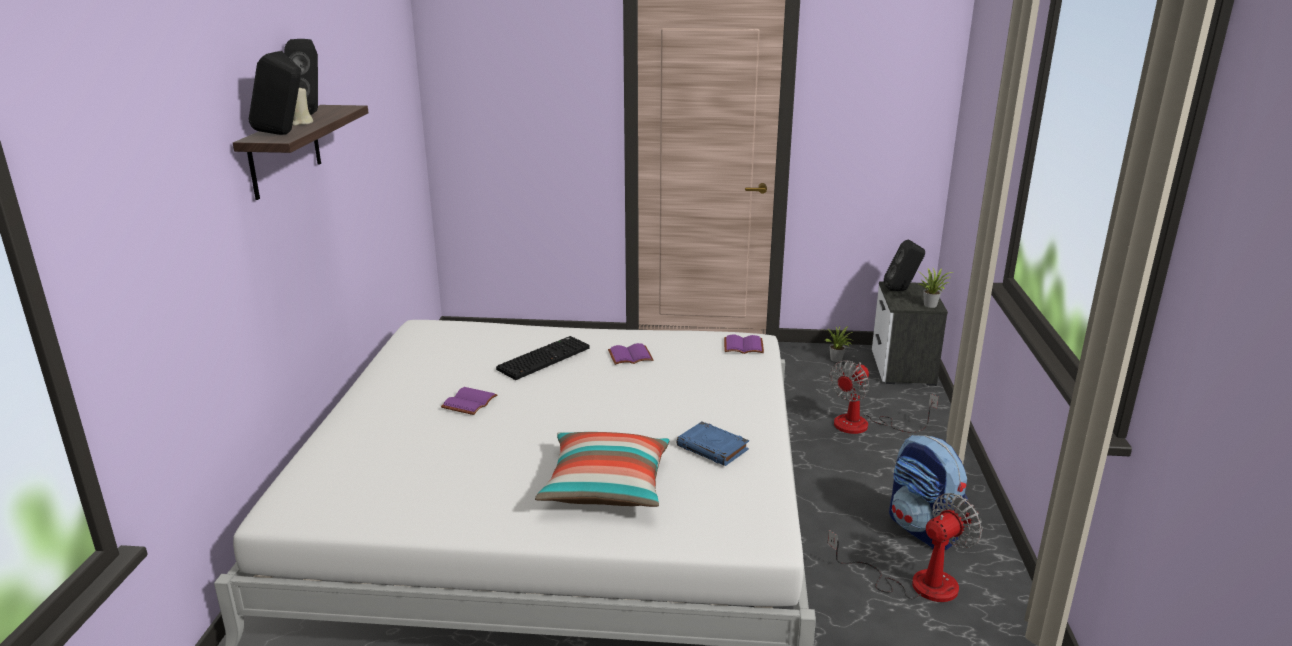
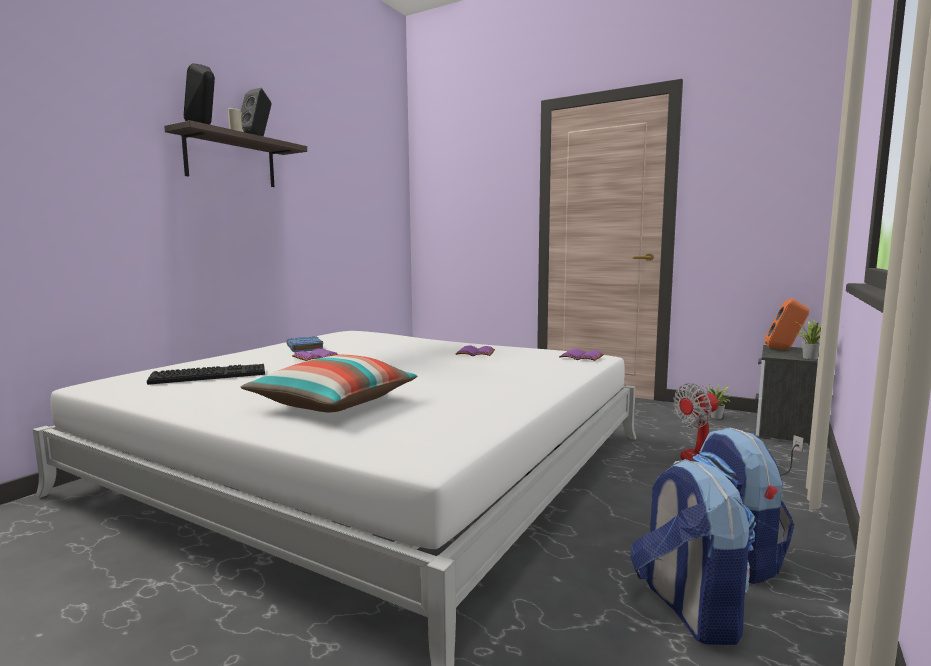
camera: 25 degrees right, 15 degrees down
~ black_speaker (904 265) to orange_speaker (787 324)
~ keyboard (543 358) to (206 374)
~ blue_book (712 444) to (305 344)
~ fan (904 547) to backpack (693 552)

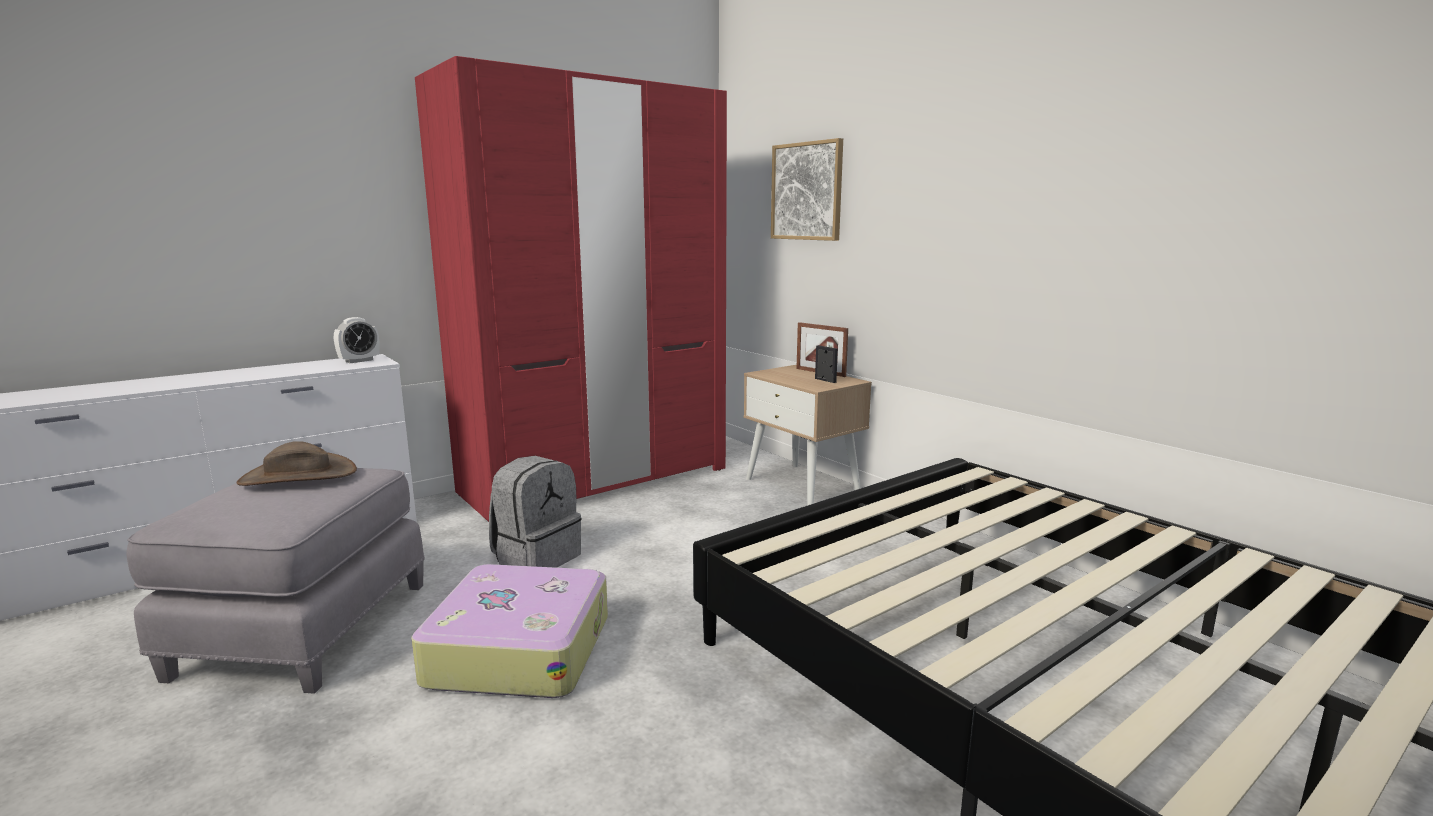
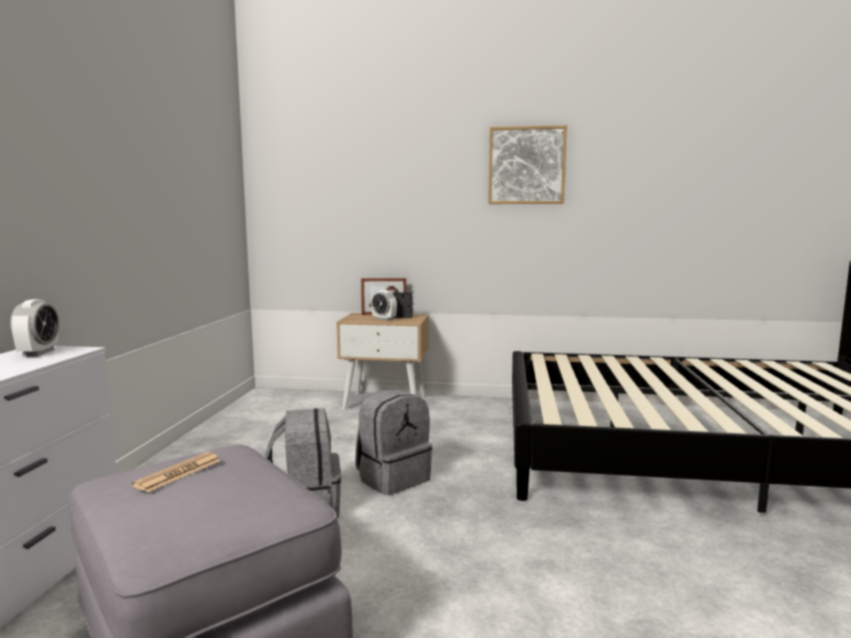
camera: 45 degrees left, 5 degrees down
- red_wardrobe (571 289)
~ picture (807 189) to (527 164)
~ brown_hat (296 463) to newspaper (176 472)
- suitcase (509 631)
+ alarm_clock (384 305)
+ grey_backpack (393 442)

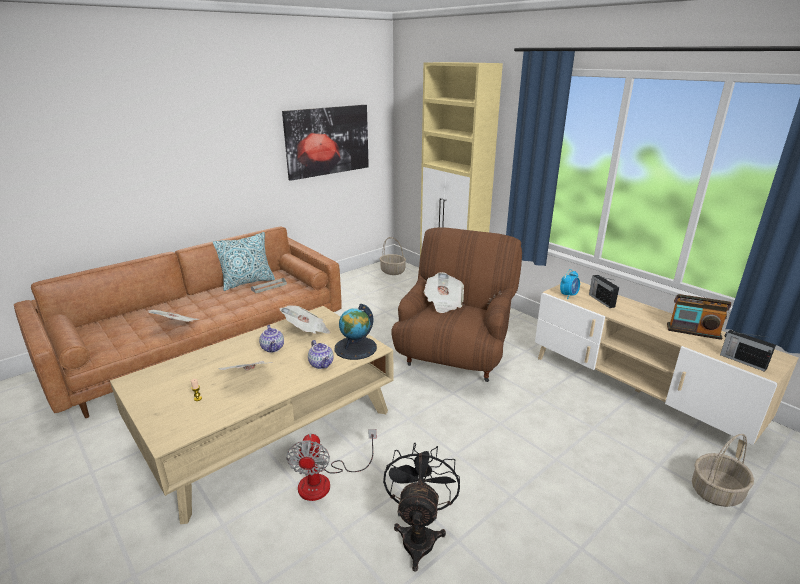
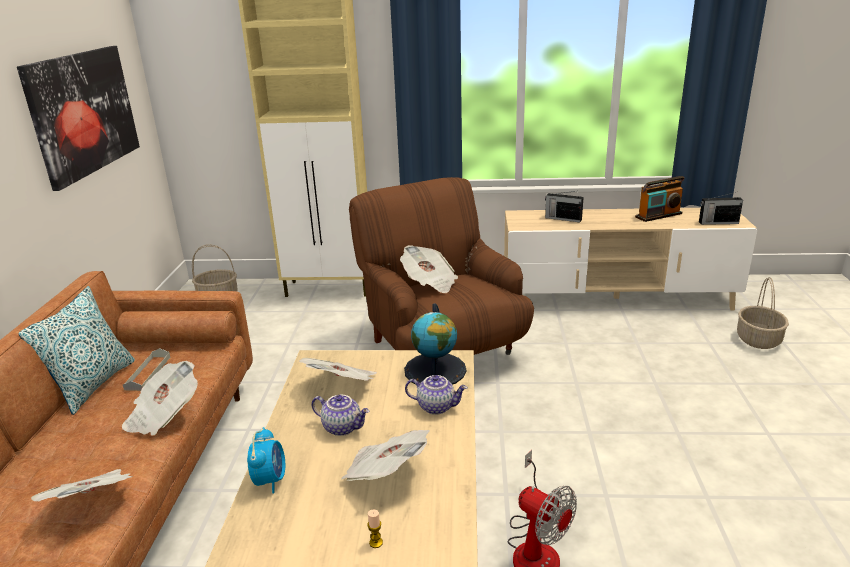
camera: 45 degrees left, 0 degrees up
~ alarm_clock (570 284) to (266 460)
- black_fan (421 507)
+ newspaper (160 398)

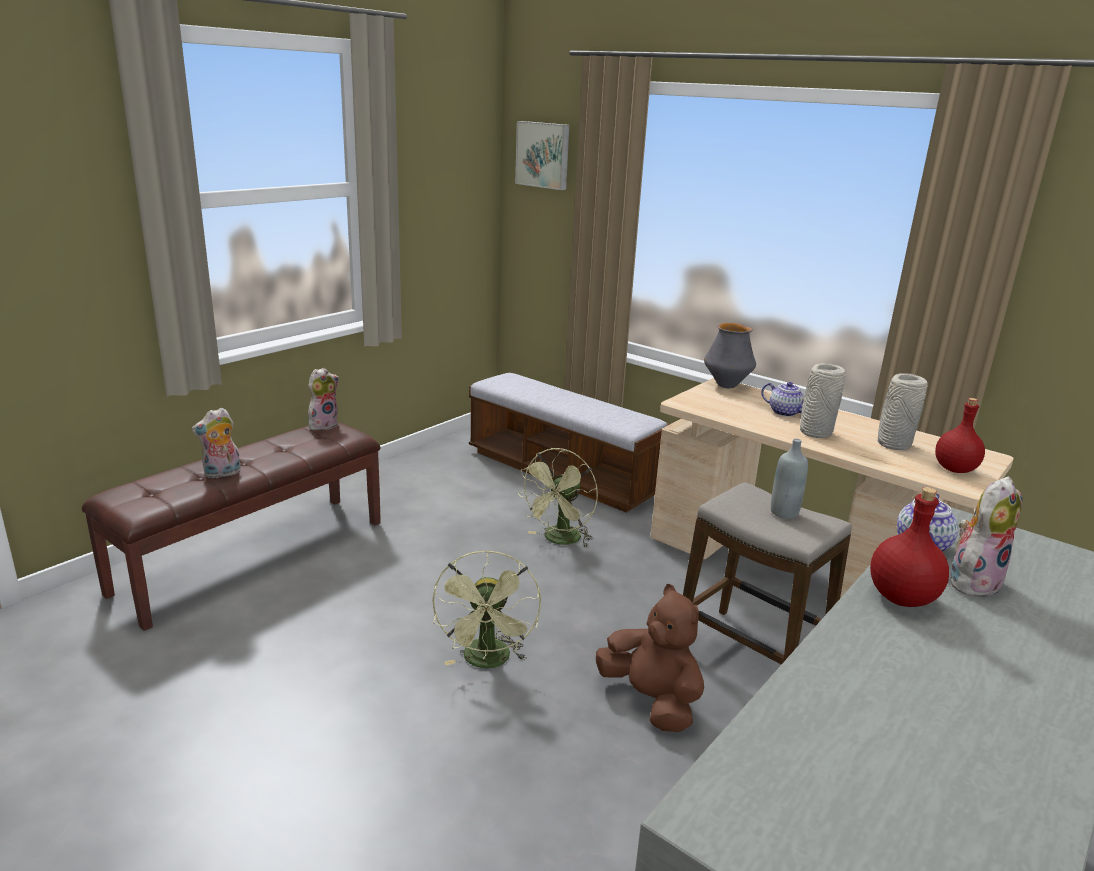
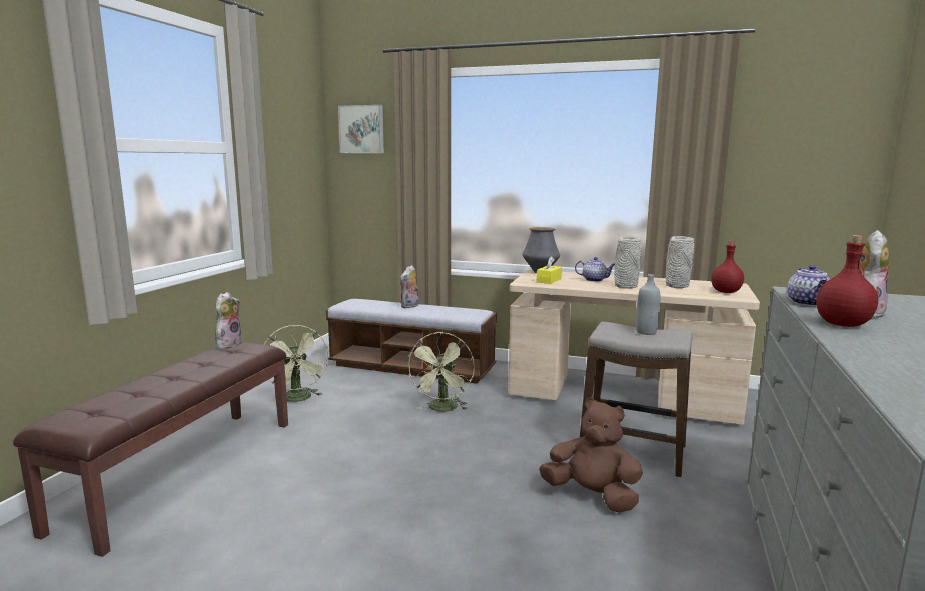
camera: 20 degrees left, 10 degrees down
~ plush_toy (216 443) to (409 286)
~ green_fan (486 609) to (296 364)
+ yellow_tissue_box (549 270)

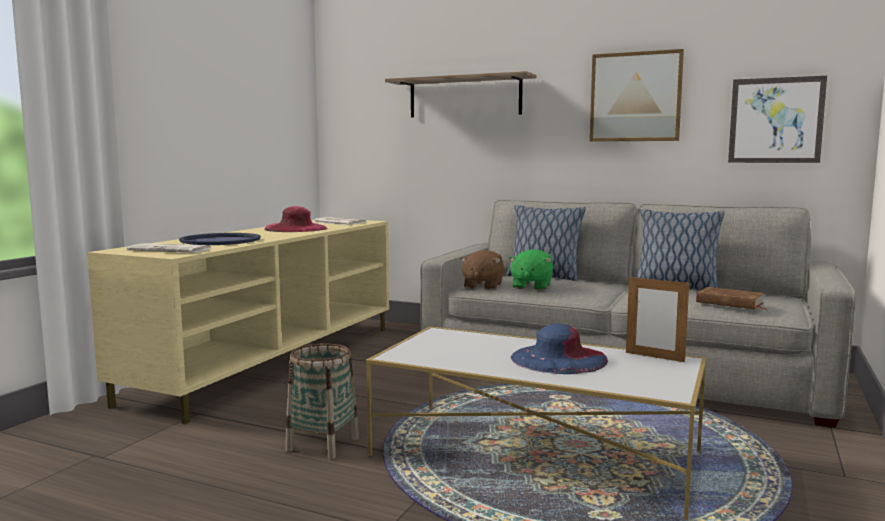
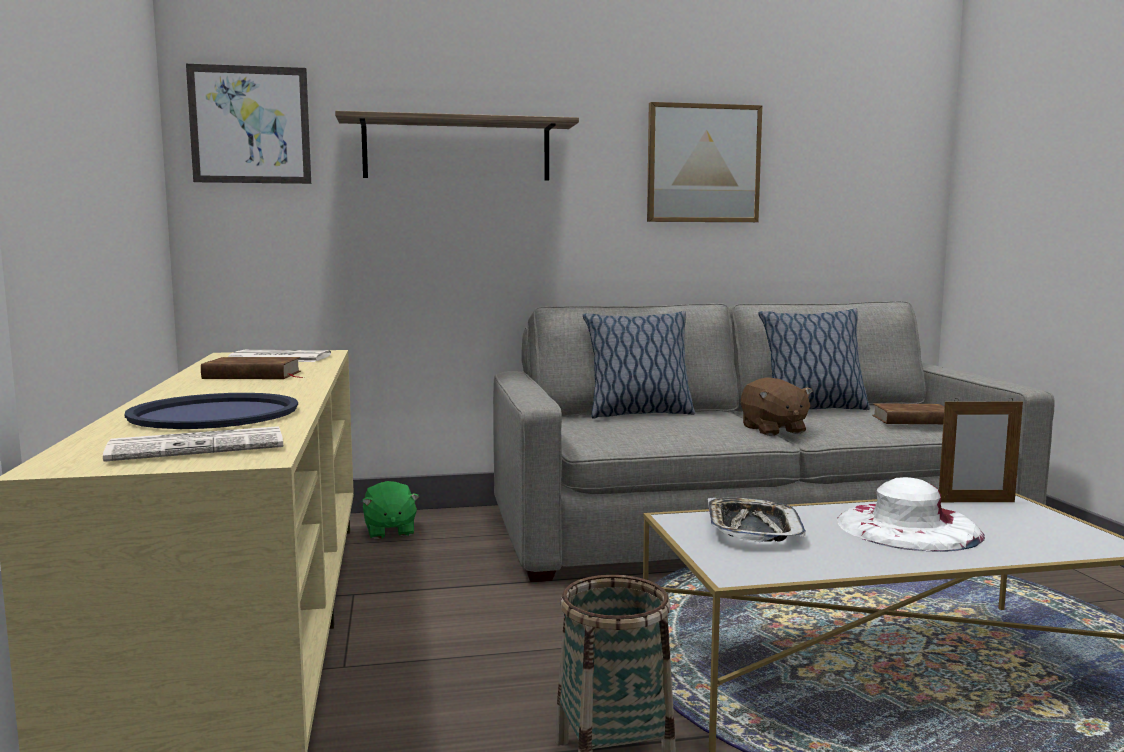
camera: 35 degrees left, 0 degrees up
~ picture (777 119) to (248 124)
~ pink_hat (295 219) to brown_book (252 368)
~ green_plush_toy (530 269) to (390 510)
~ brown_plush_toy (482 270) to (777 406)
~ blue_hat (559 349) to white_hat (911 514)
+ tray (757 519)

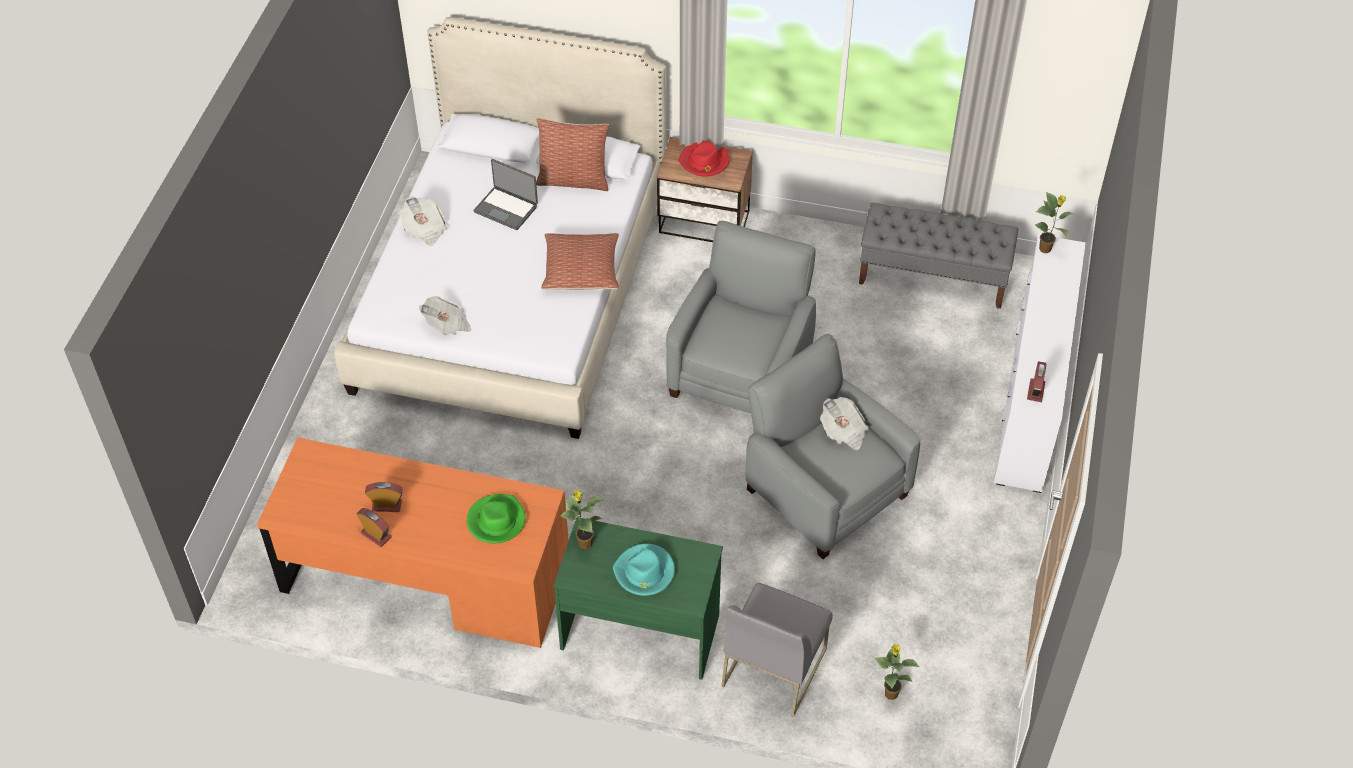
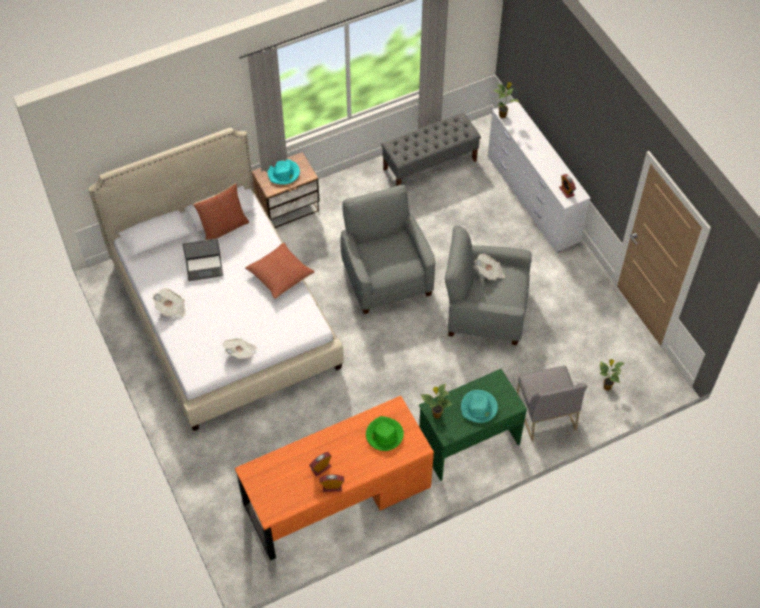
camera: 40 degrees left, 5 degrees up
~ red_hat (704 159) to turquoise_hat (284 172)

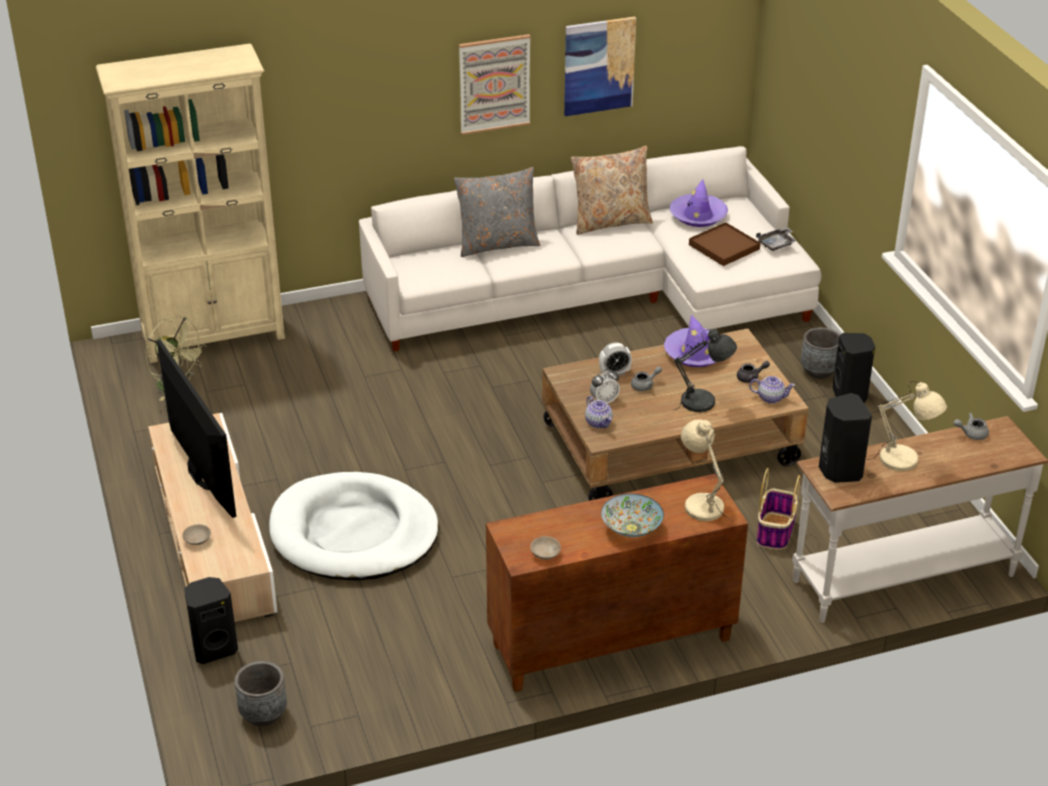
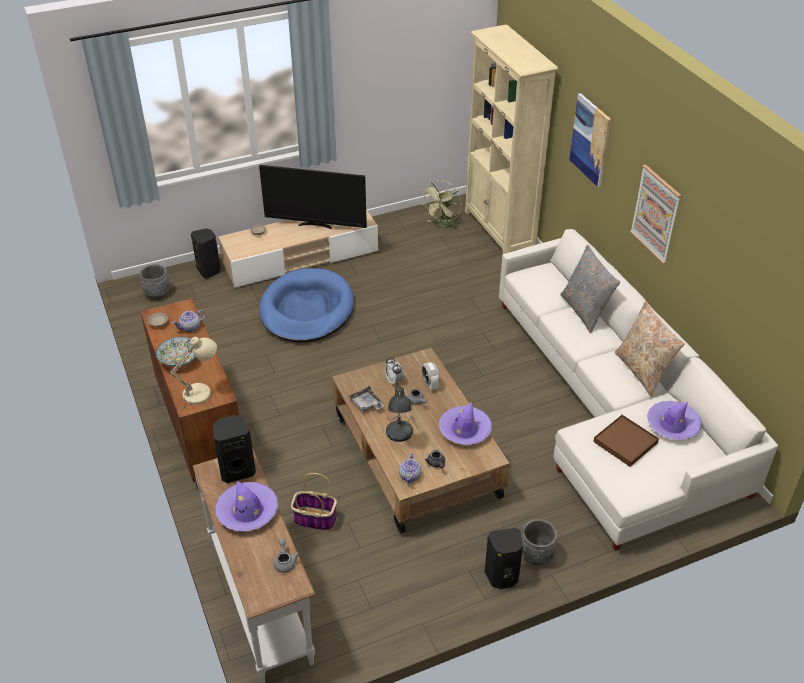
camera: 85 degrees right, 5 degrees up
~ picture (600 66) to (590 140)
~ grey_tray (776 239) to (366 398)
~ television (196 428) = (313 197) 45 degrees clockwise
~ beige_table_lamp (907 426) to purple_hat (246 506)
~ teapot (599 412) to (188 321)
~ white_dog_bed (354 526) to blue_dog_bed (306 305)

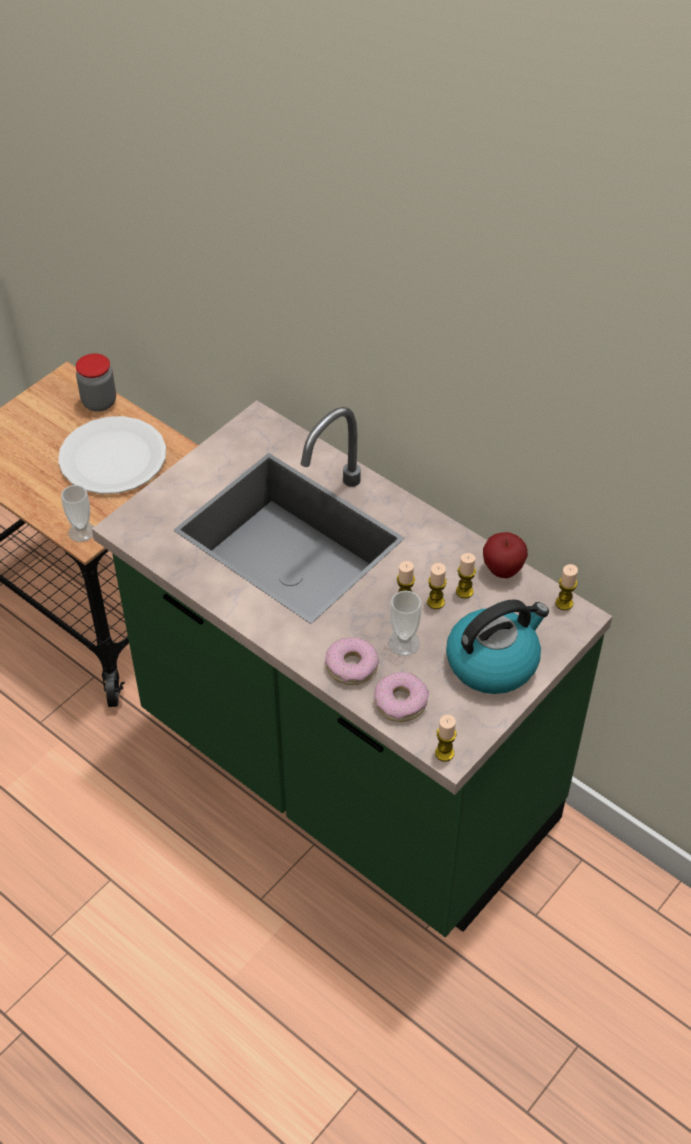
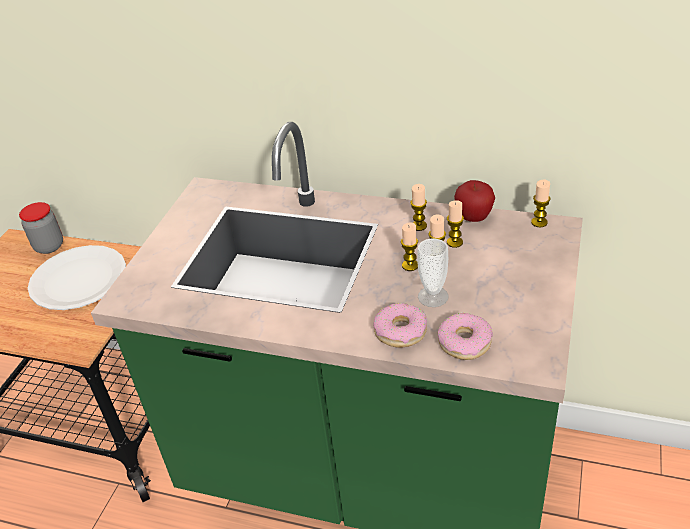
camera: 20 degrees left, 10 degrees down
- cup (77 513)
- kettle (497 646)
~ candle (446 738) to (418 207)

